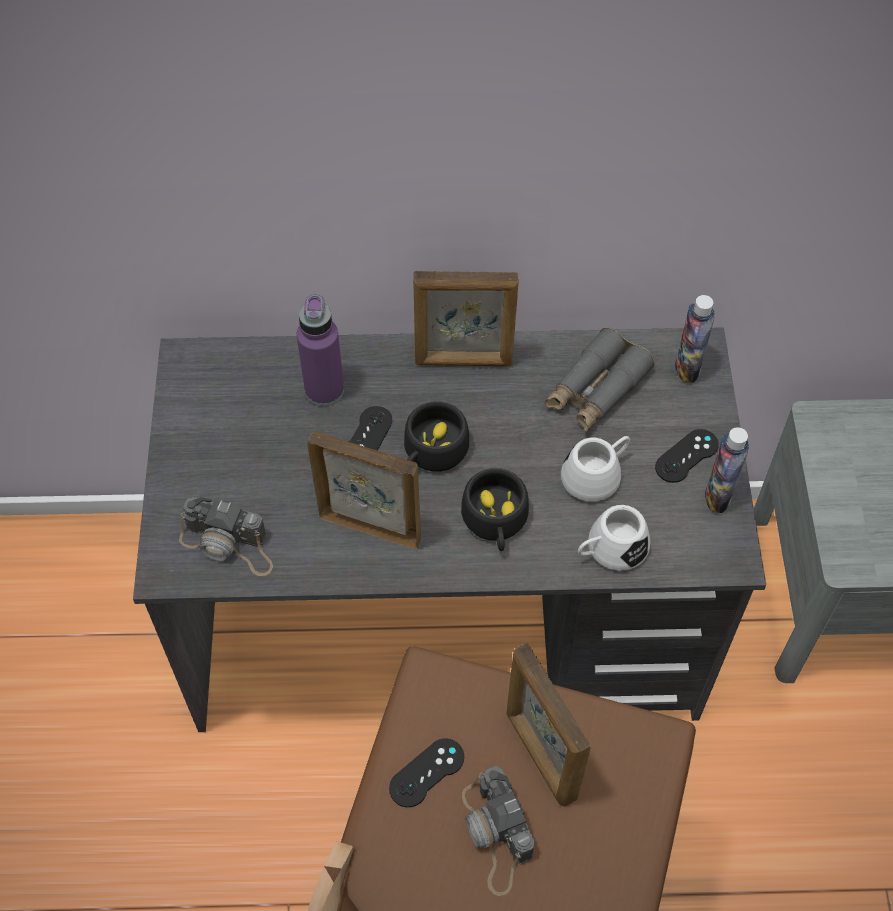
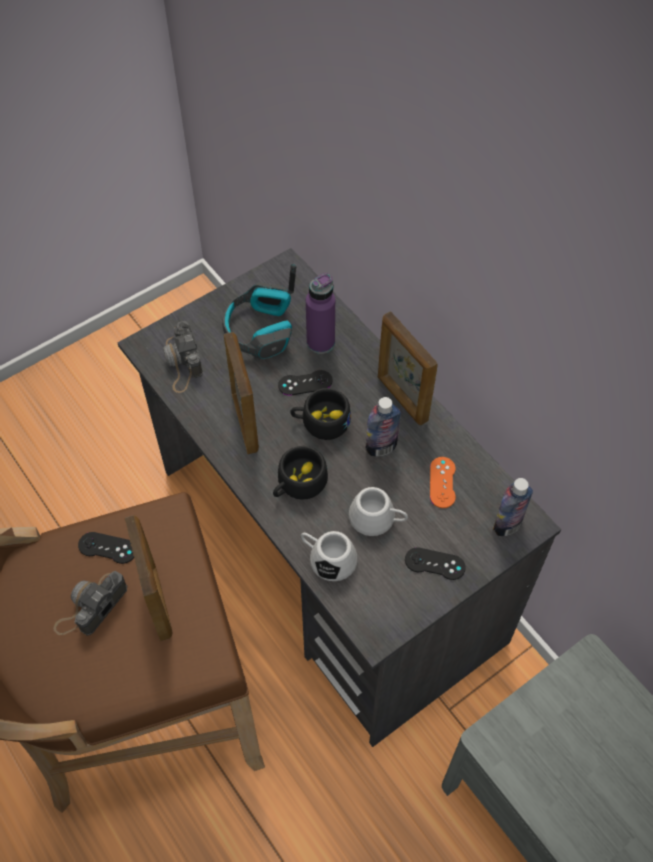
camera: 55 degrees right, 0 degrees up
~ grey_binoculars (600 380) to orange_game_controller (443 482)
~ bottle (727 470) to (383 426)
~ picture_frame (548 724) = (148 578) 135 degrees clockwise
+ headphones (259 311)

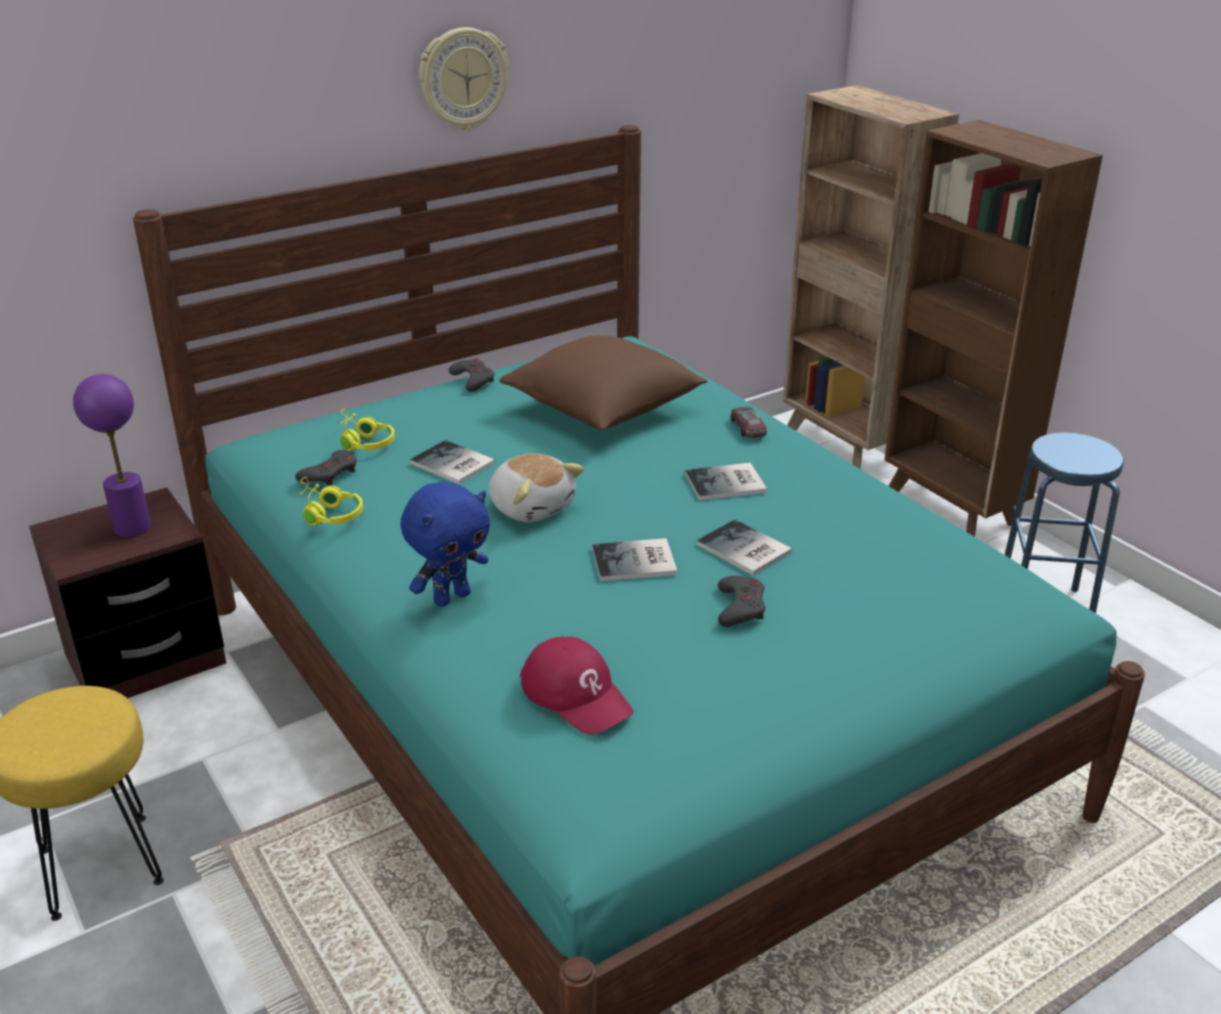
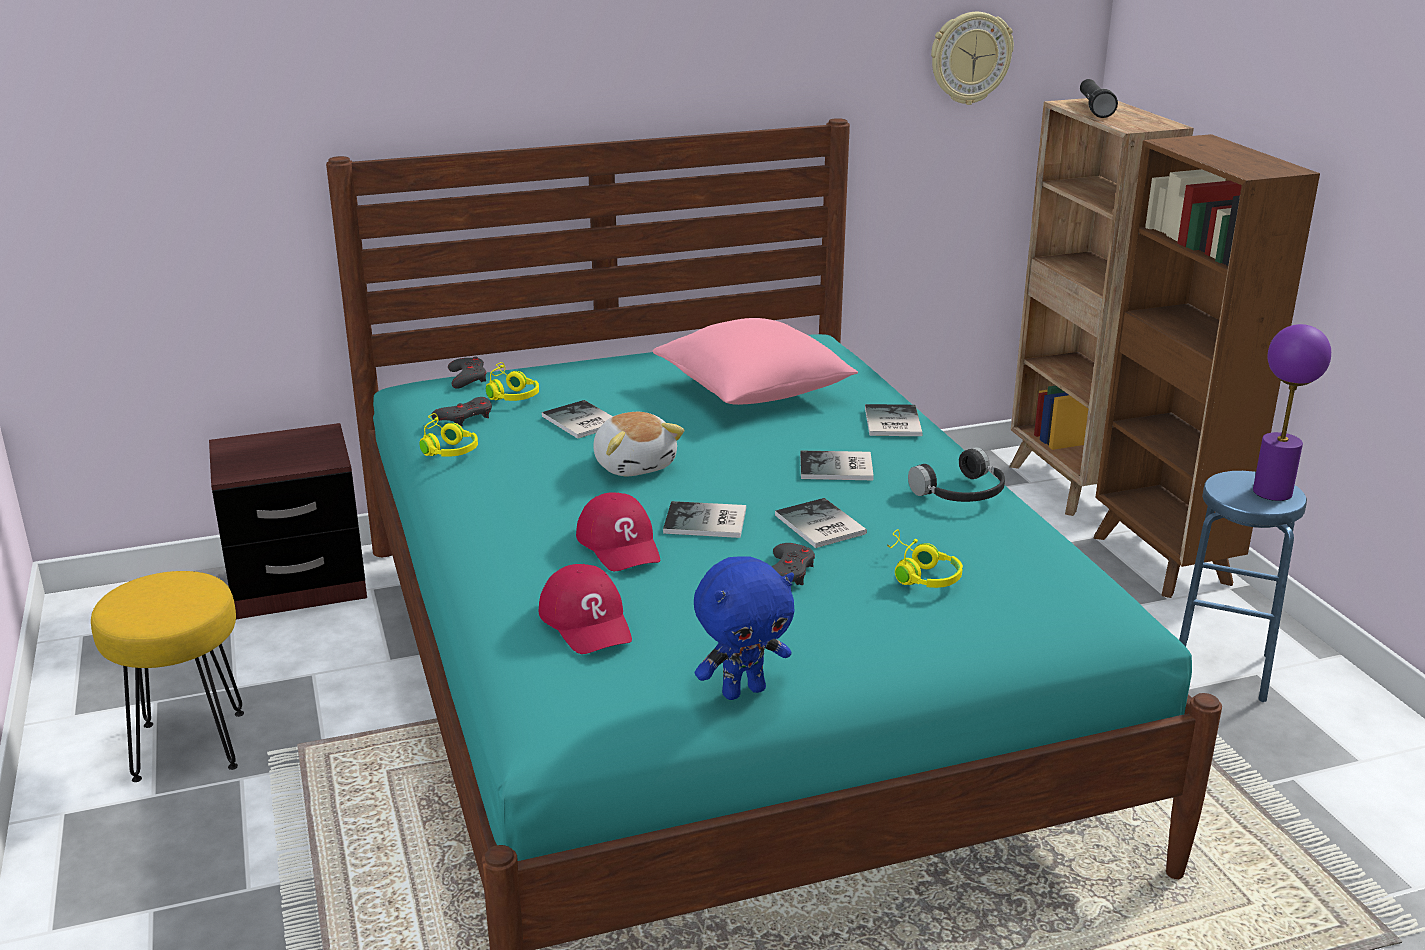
camera: 15 degrees right, 5 degrees down
~ wall_clock (463 79) to (972 58)
~ brown_pillow (603 382) to pink_pillow (755 361)
~ grey_game_controller (471 375) to (467 373)
~ purple_table_lamp (112 455) to (1292 412)
~ toy_car (749 422) to book (894 420)
~ blue_plush_toy (445 544) to (744 628)
+ black_flashlight (1099 98)
+ black_headphones (956 474)
+ red_cap (618 531)
+ yellow_headphones (925 559)

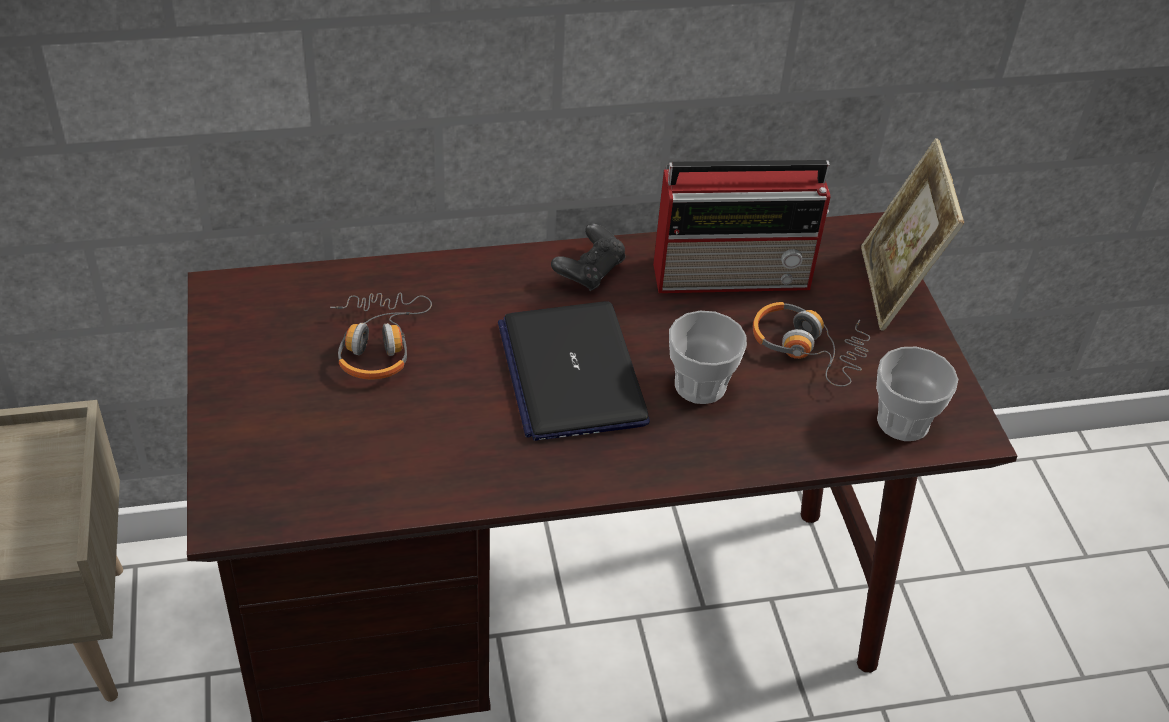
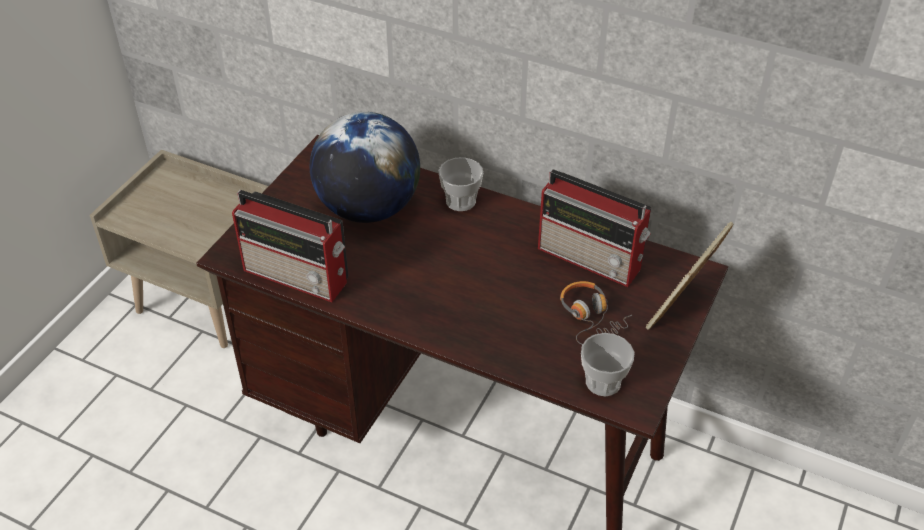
camera: 40 degrees right, 0 degrees up
- black_game_controller (588 257)
~ headphones (381 336) to globe (365 167)
- laptop (574 371)
~ cup (708 357) to (460 184)
+ radio (290 246)

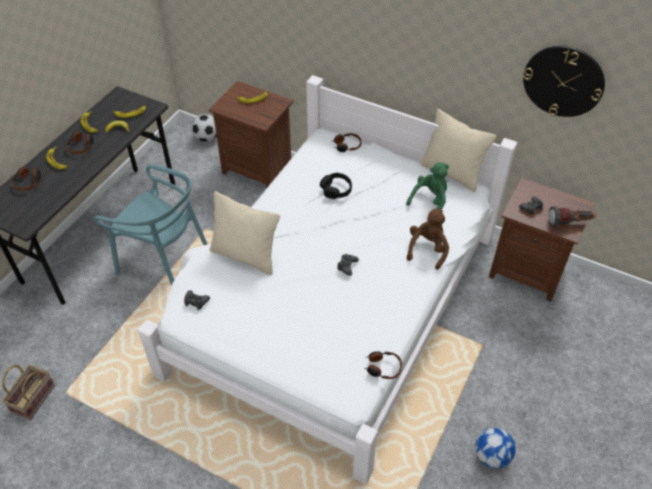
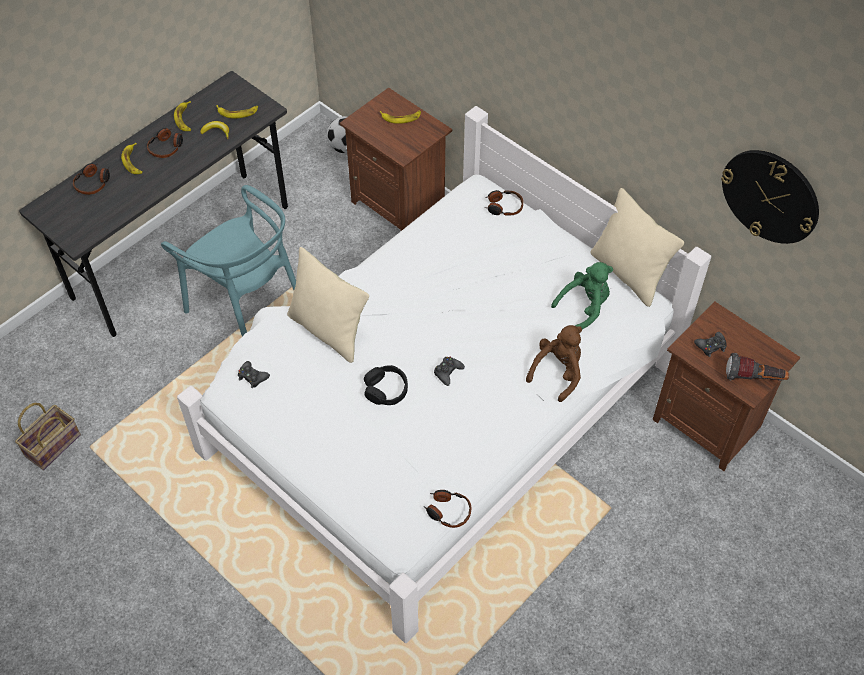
camera: 15 degrees right, 5 degrees up
~ black_headphones (336 186) to (386 385)
- football (495 448)

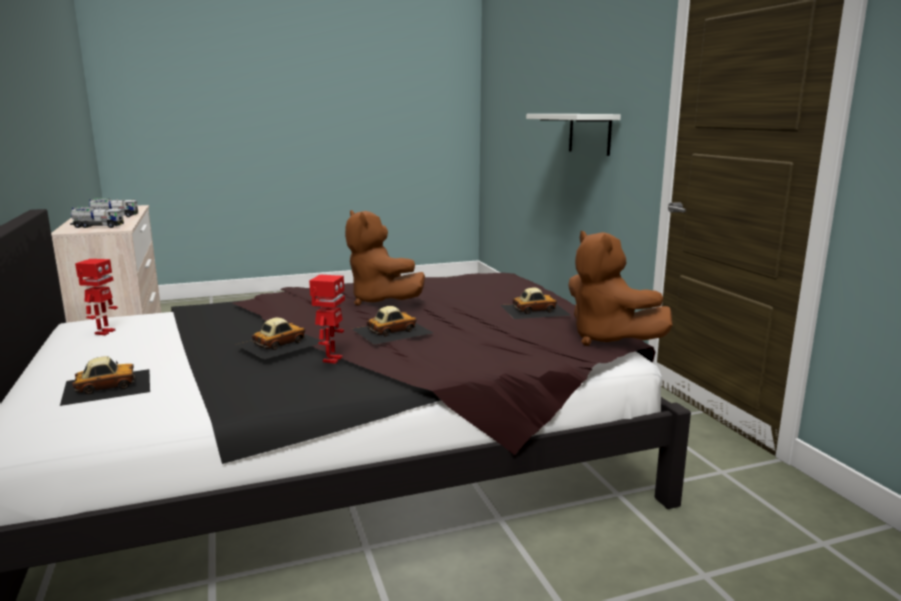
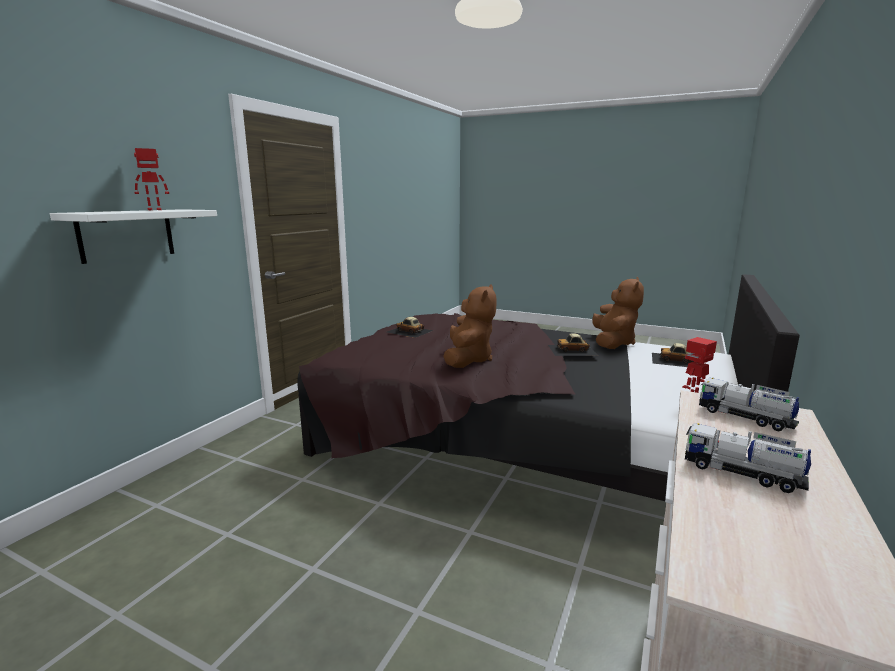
camera: 135 degrees left, 0 degrees up
~ brown_plush_toy (620 288) to (618 313)
~ toy_robot (327 319) to (151 179)
- toy_car (392 325)

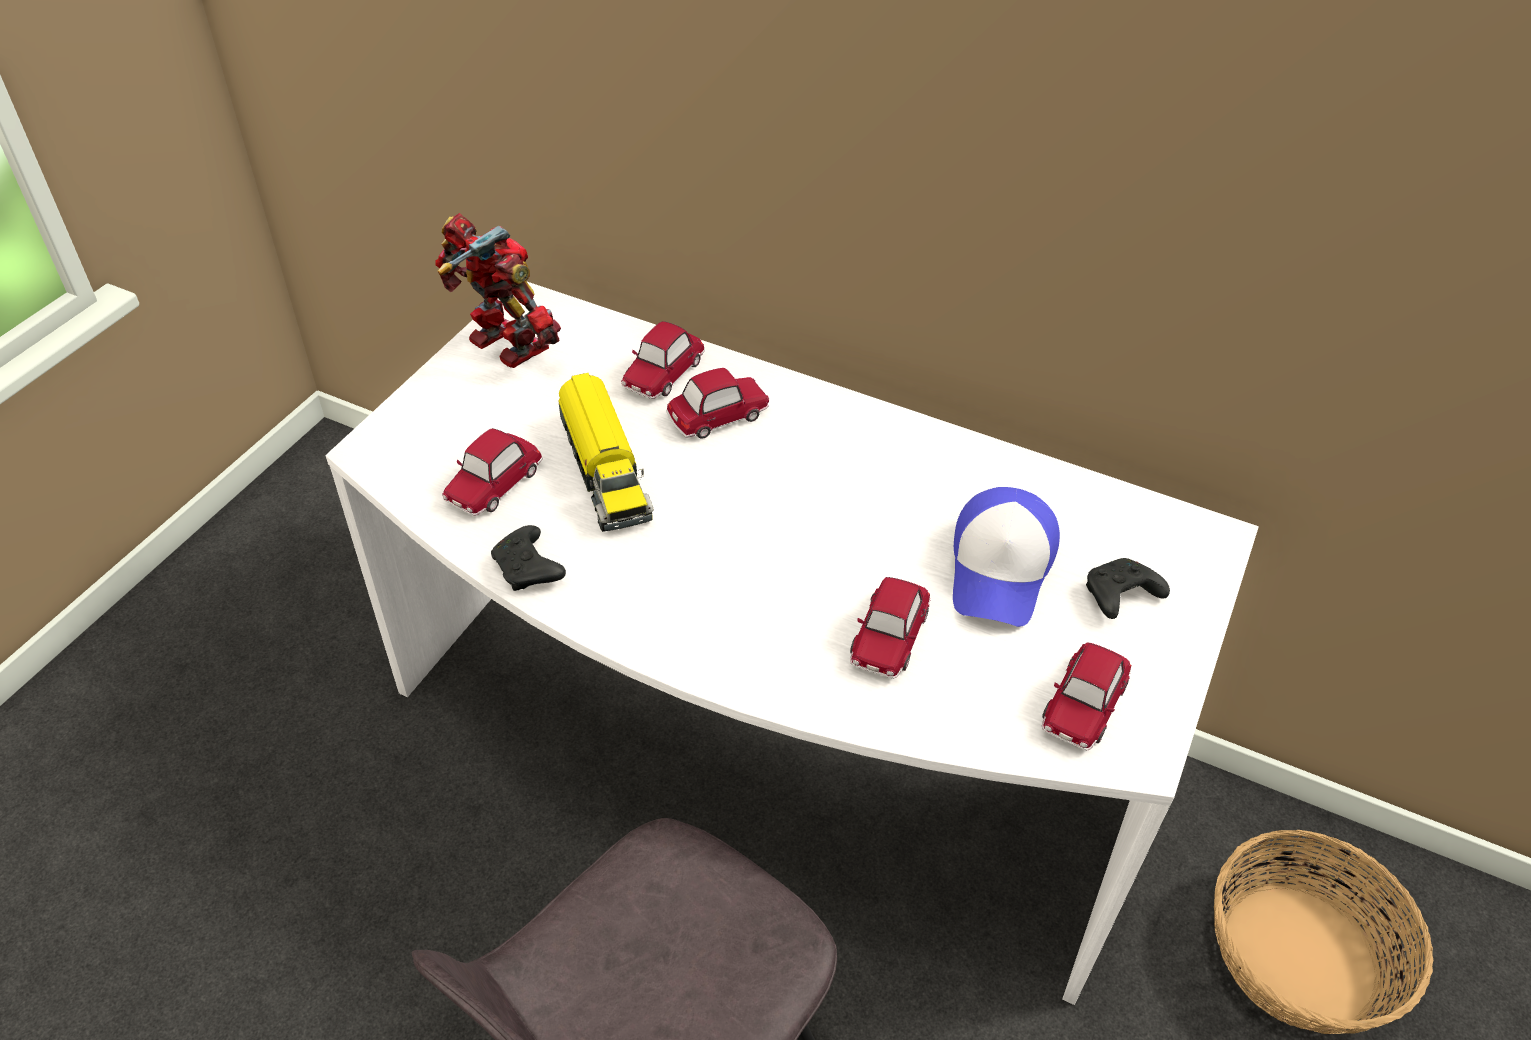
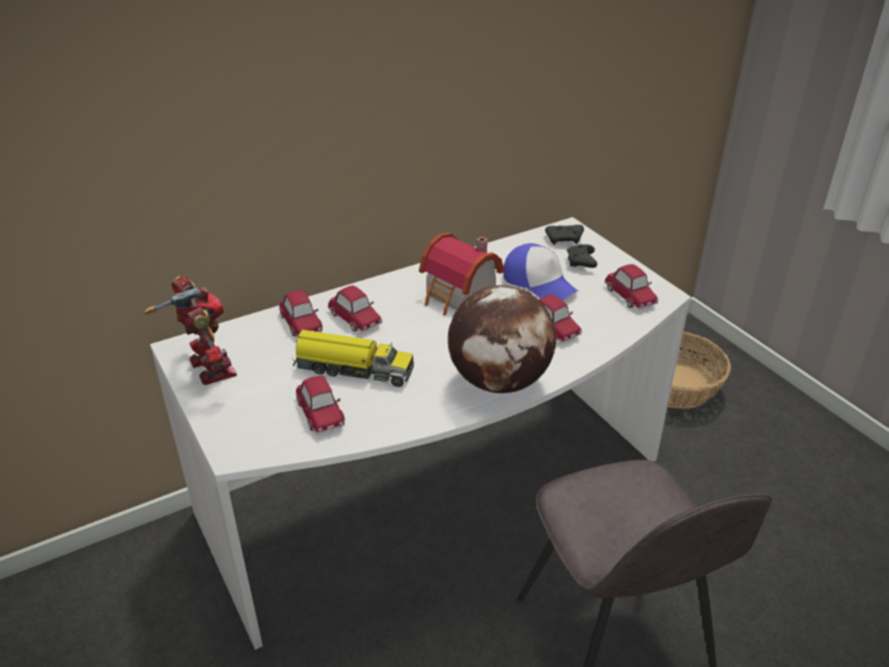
camera: 55 degrees left, 10 degrees down
~ toy_robot (498 290) = (190 330) 75 degrees clockwise
~ toy_car (717 403) = (355 309) 135 degrees clockwise
~ black_game_controller (528 558) to (564 235)
+ toy_house (461 274)
+ globe (502 339)

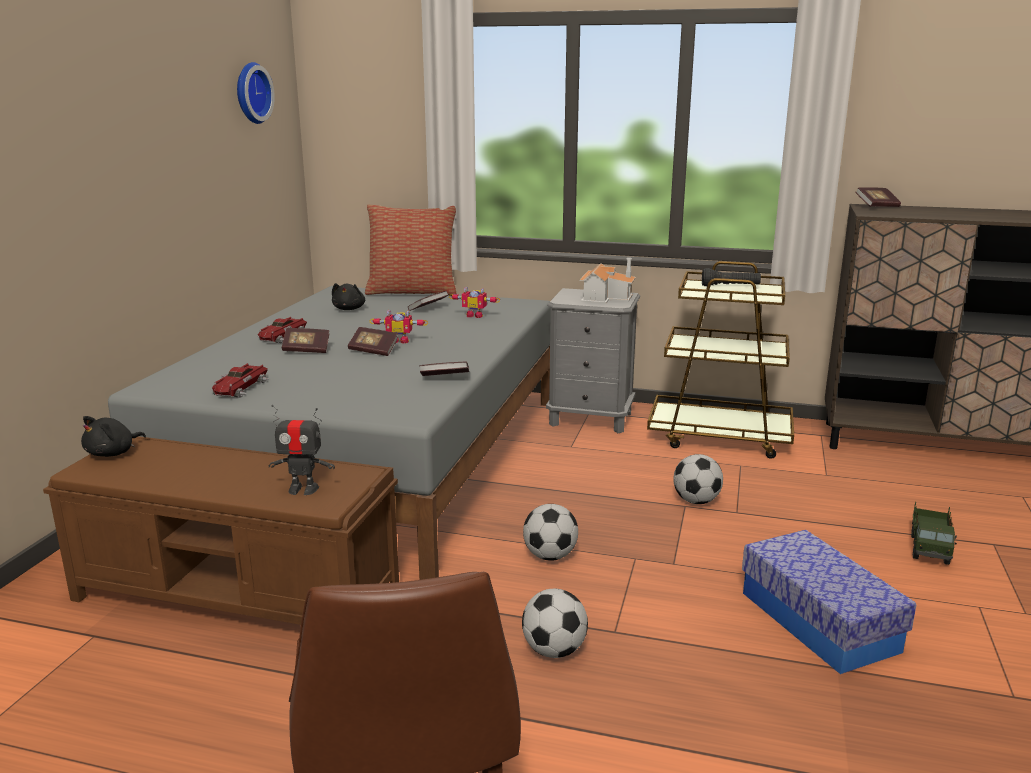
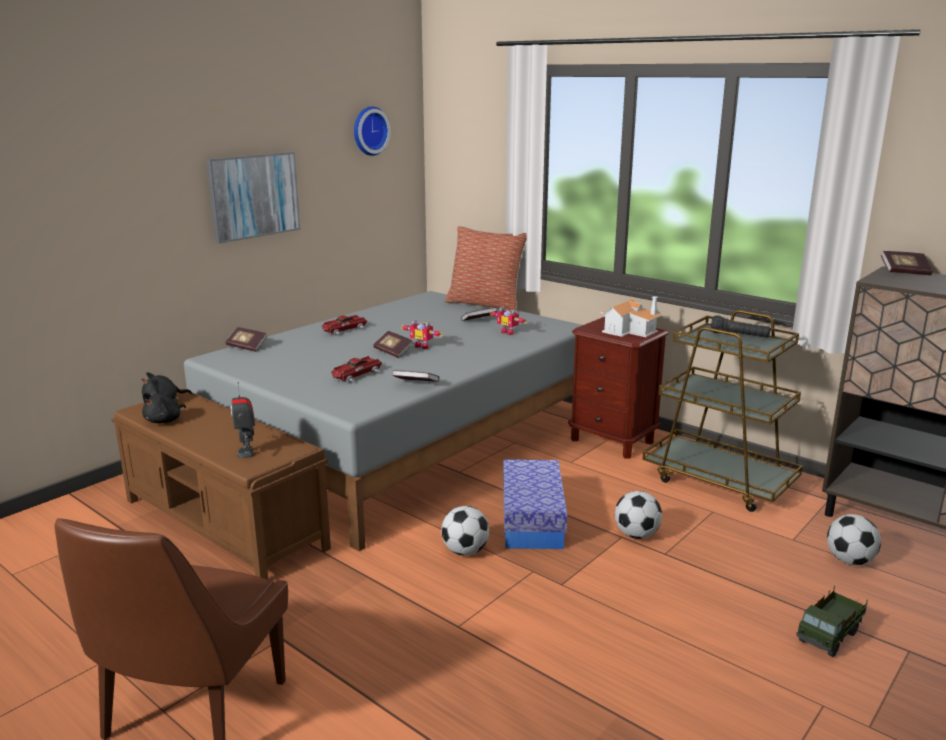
camera: 25 degrees right, 0 degrees up
~ black_plush_toy (348 296) to (164 408)
~ grey_nightstand (593 360) to brown_nightstand (618 388)
~ book (305 340) to (246 339)
~ toy_car (239 380) to (356 369)
~ toy_robot (301 450) = (243 420) 45 degrees clockwise
~ storage_box (829 602) to (535 504)
~ football (555 623) to (854 539)
+ picture (253 198)

